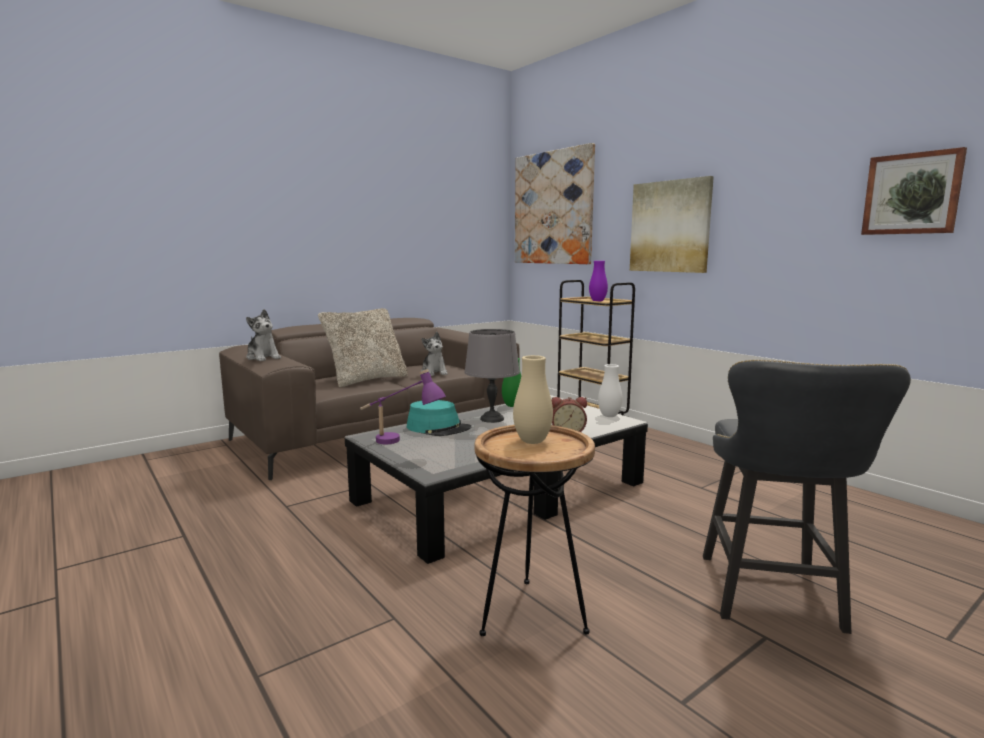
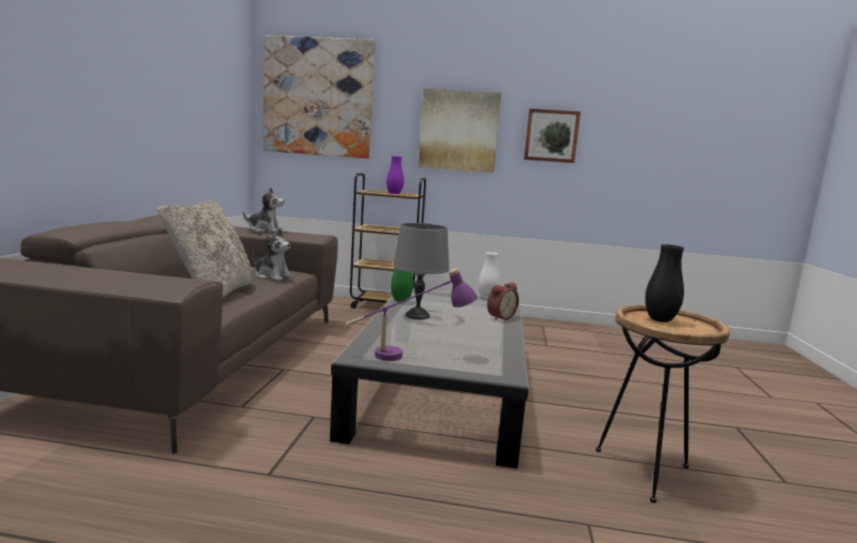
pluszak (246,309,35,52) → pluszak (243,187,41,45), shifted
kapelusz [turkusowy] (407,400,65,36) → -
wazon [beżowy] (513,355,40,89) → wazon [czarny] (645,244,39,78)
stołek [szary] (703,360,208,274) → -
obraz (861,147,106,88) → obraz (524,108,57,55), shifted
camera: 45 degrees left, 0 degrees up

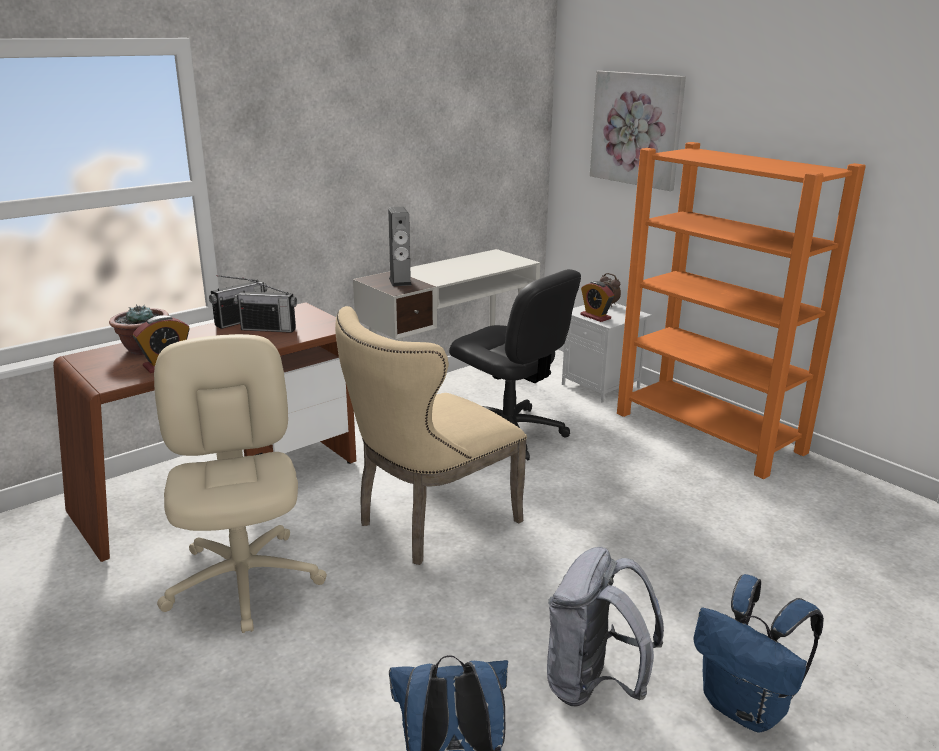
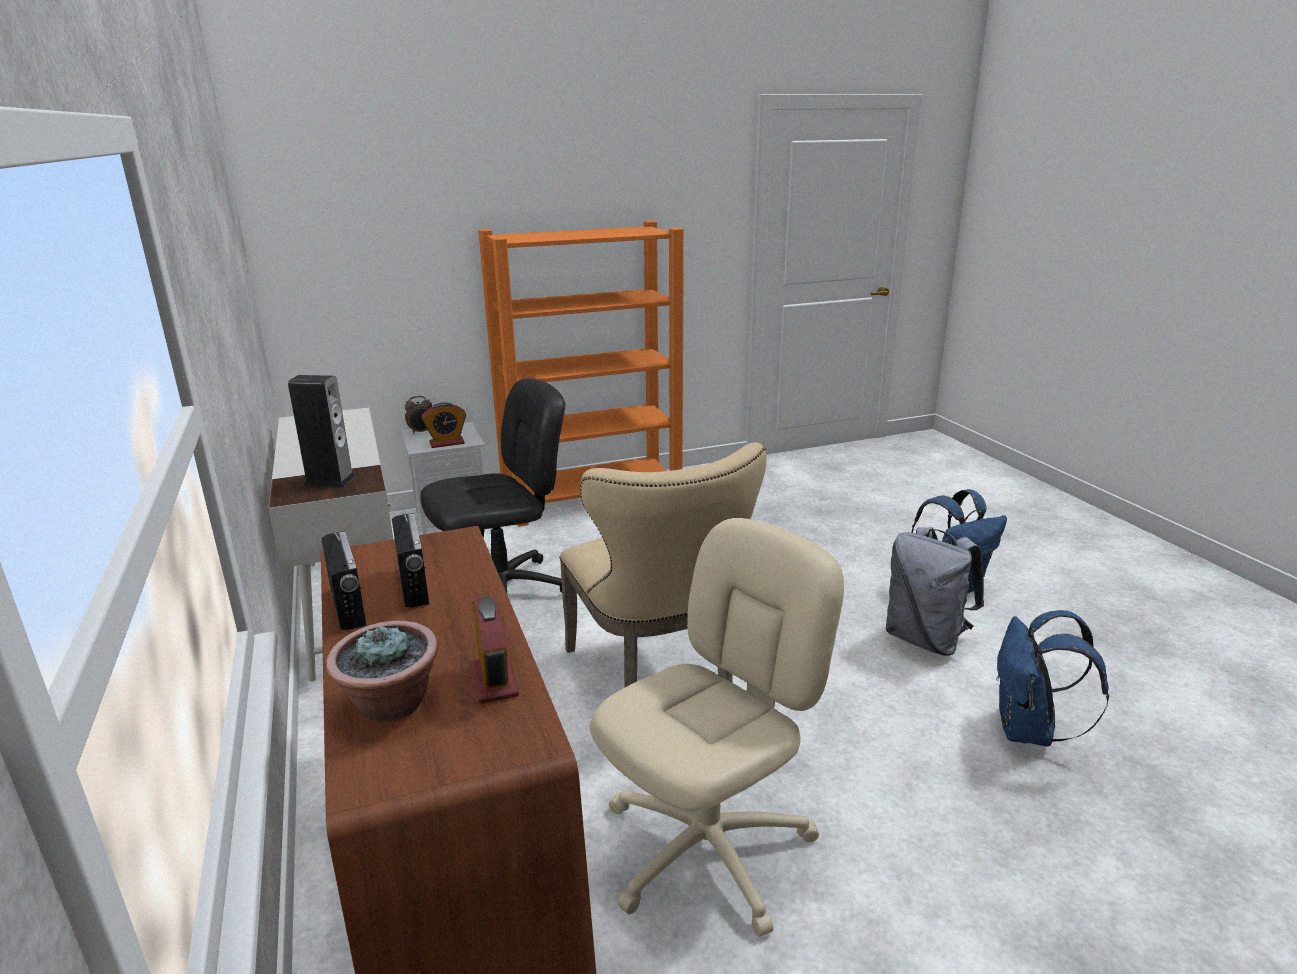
krzesło biurowe [beżowy] (154,334,173,299) → krzesło biurowe [beżowy] (590,518,254,419), 135 degrees clockwise
radio (234,277,63,56) → radio (392,513,37,94), 45 degrees counterclockwise
obraz (590,71,96,120) → -
camera: 70 degrees left, 0 degrees up

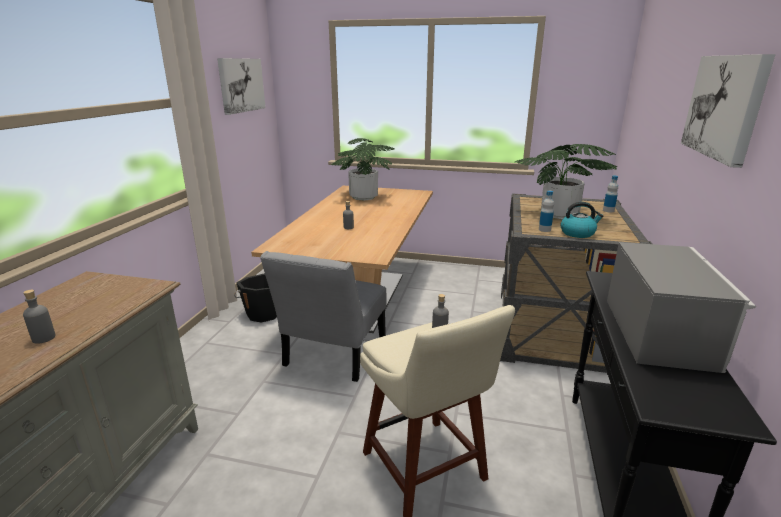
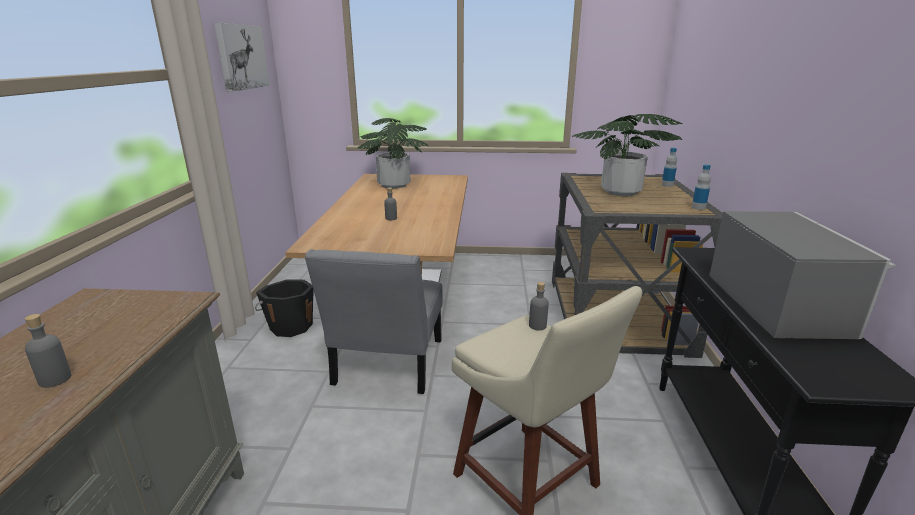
butelka (539,191,15,41) → butelka (692,164,19,46), shifted
czajnik (560,202,44,36) → -
obraz (681,54,95,114) → -
camera: 10 degrees left, 0 degrees up

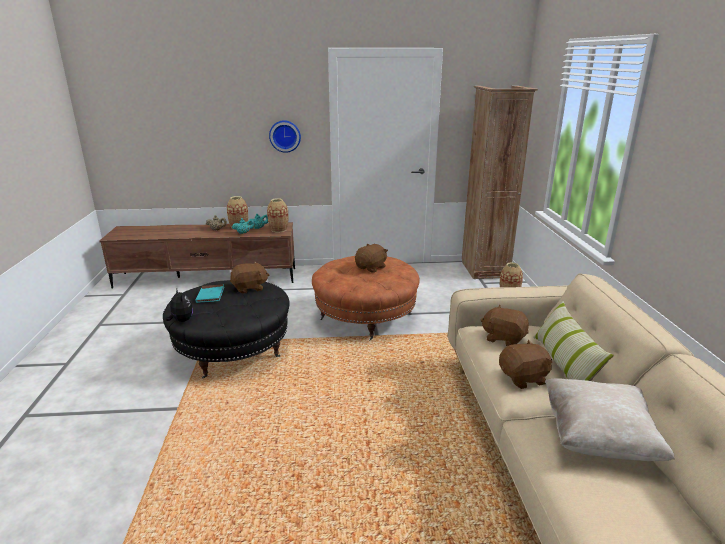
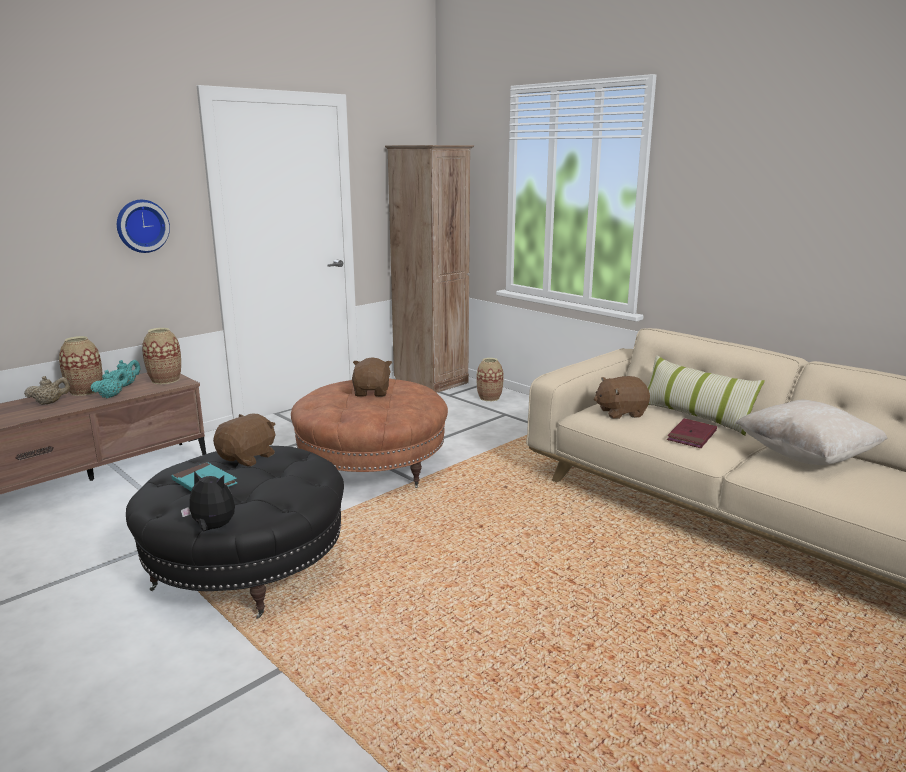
pluszak [brązowy] (499,340,54,49) → książka [czerwony] (667,418,50,30)
camera: 40 degrees left, 5 degrees down

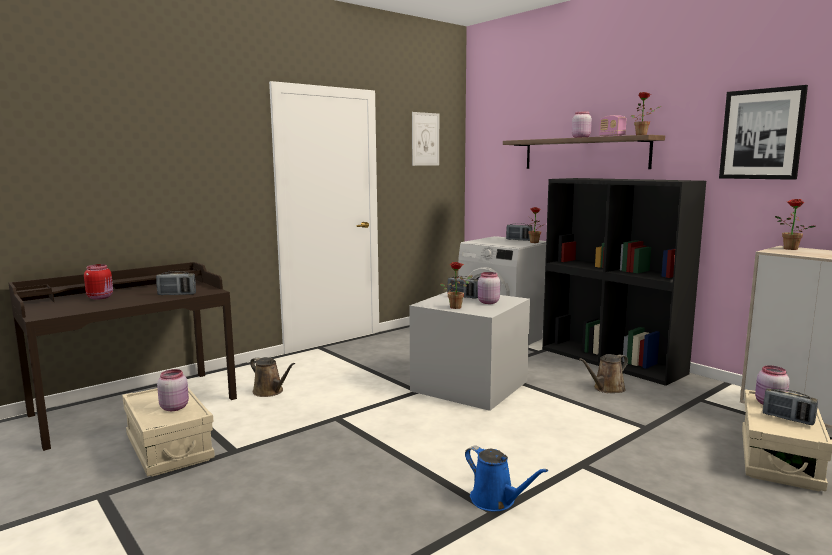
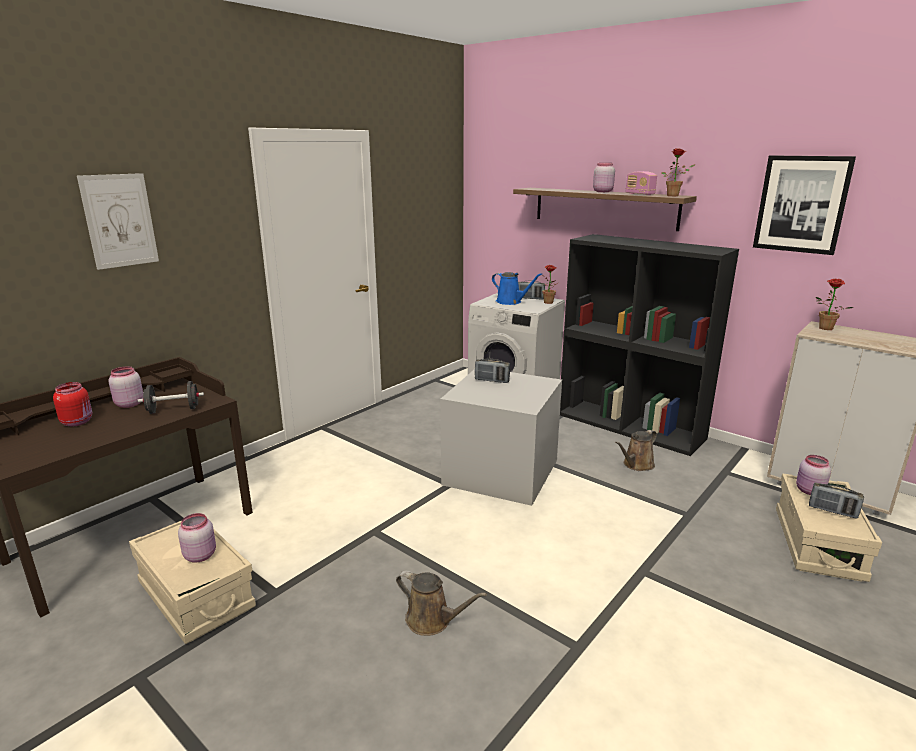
radio (156,271,40,24) → hantel [czarny] (138,381,66,33)
konewka [brązowy] (250,357,45,40) → konewka [brązowy] (396,570,91,66), shifted
obraz (412,112,27,54) → obraz (77,173,82,97), shifted
roślina doniczkowa (440,262,33,47) → -
konewka [niebieski] (465,445,83,66) → konewka [niebieski] (492,272,50,33), shifted
słoik [różowy] (478,272,22,32) → słoik [różowy] (109,366,34,42), shifted
camera: 10 degrees left, 10 degrees up

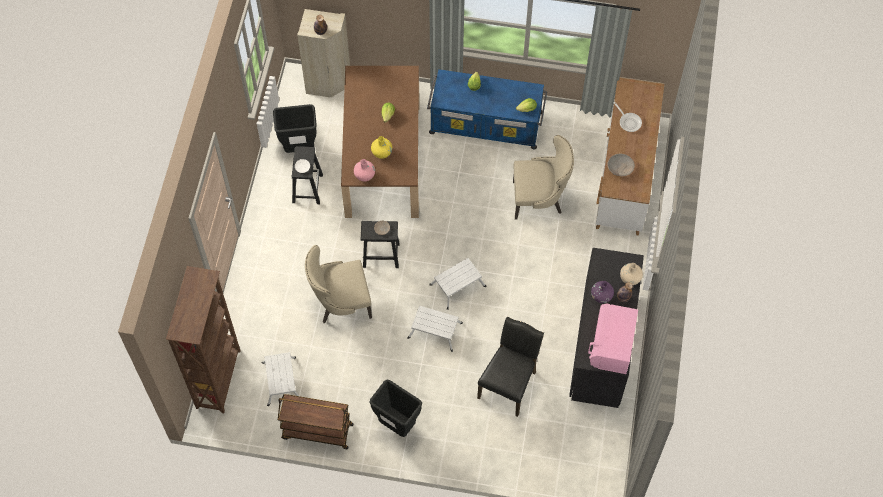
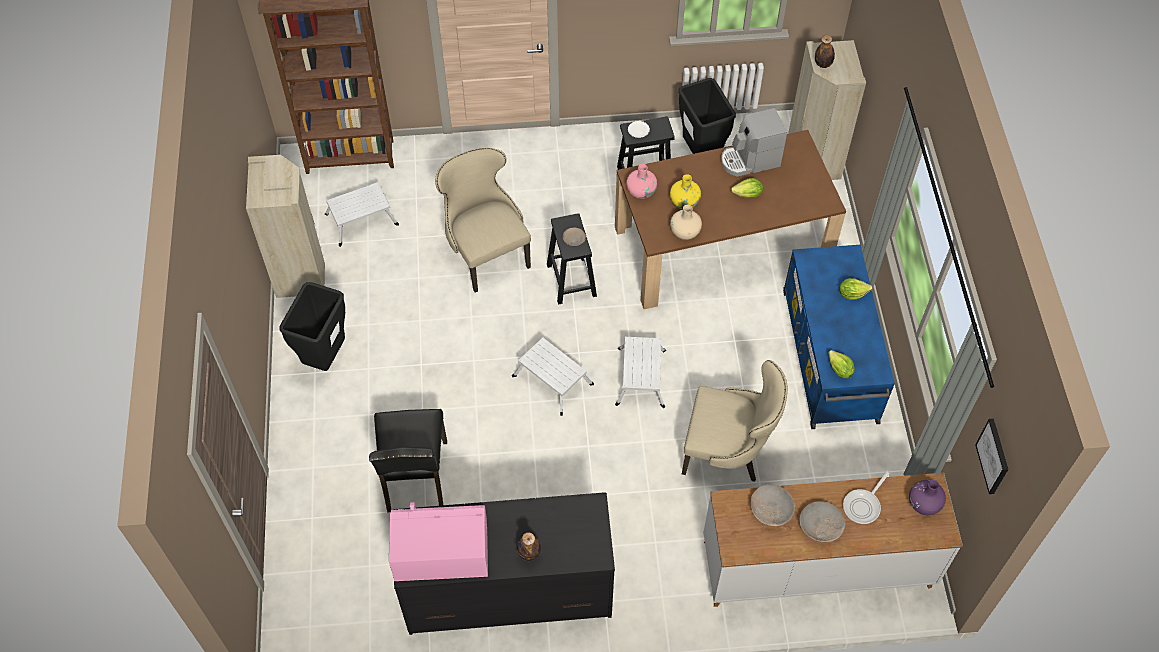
wózek [brązowy] (278,394,75,55) → szafka [beżowy] (246,155,79,143)
drabinka [biały] (407,305,56,47) → drabinka [biały] (615,337,51,71), shifted
krzesło [czarny] (477,316,67,101) → krzesło [czarny] (369,409,78,103), 75 degrees clockwise
krzesło [beżowy] (513,135,61,85) → krzesło [beżowy] (682,360,106,122), 60 degrees counterclockwise
wazon [fioletowy] (591,281,23,22) → wazon [fioletowy] (909,480,37,35), shifted
wazon [beżowy] (620,263,23,22) → wazon [beżowy] (670,205,32,35), shifted
- → ekspres do kawy (721,108,66,69)
- → miska [beżowy] (799,501,46,41)
- → obraz (975,419,34,75)
camera: 75 degrees right, 5 degrees down

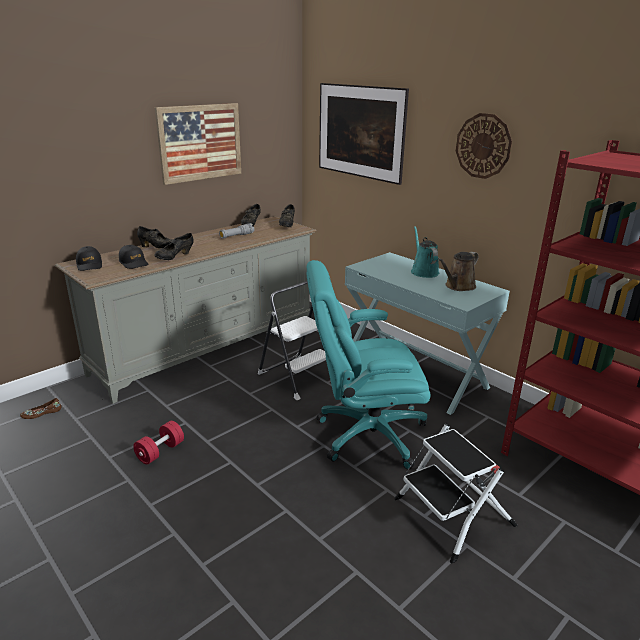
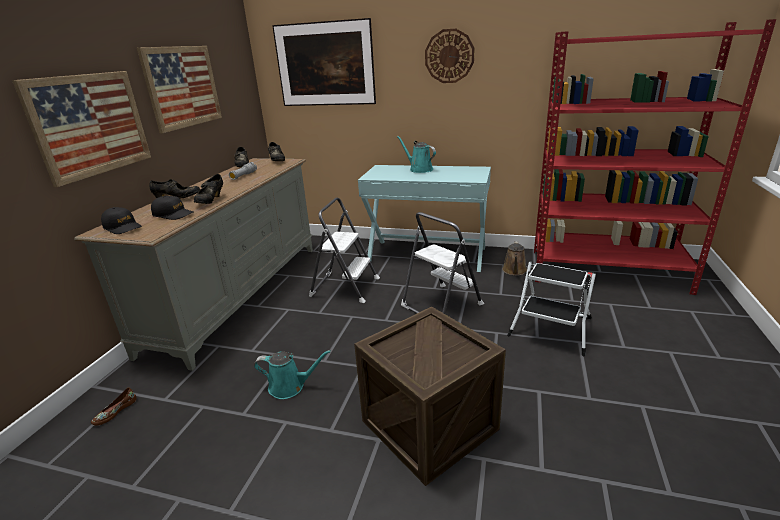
hantel [czerwony] (133,421,51,43) → konewka [turkusowy] (254,350,77,49)
krzesło biurowe [turkusowy] (306,260,124,210) → drabinka [biały] (401,212,83,102)
konewka [brązowy] (438,252,40,39) → konewka [brązowy] (502,241,25,35), shifted
- → obraz (12,71,139,116)
- → skrzynka (354,307,152,179)
camera: 30 degrees left, 0 degrees up

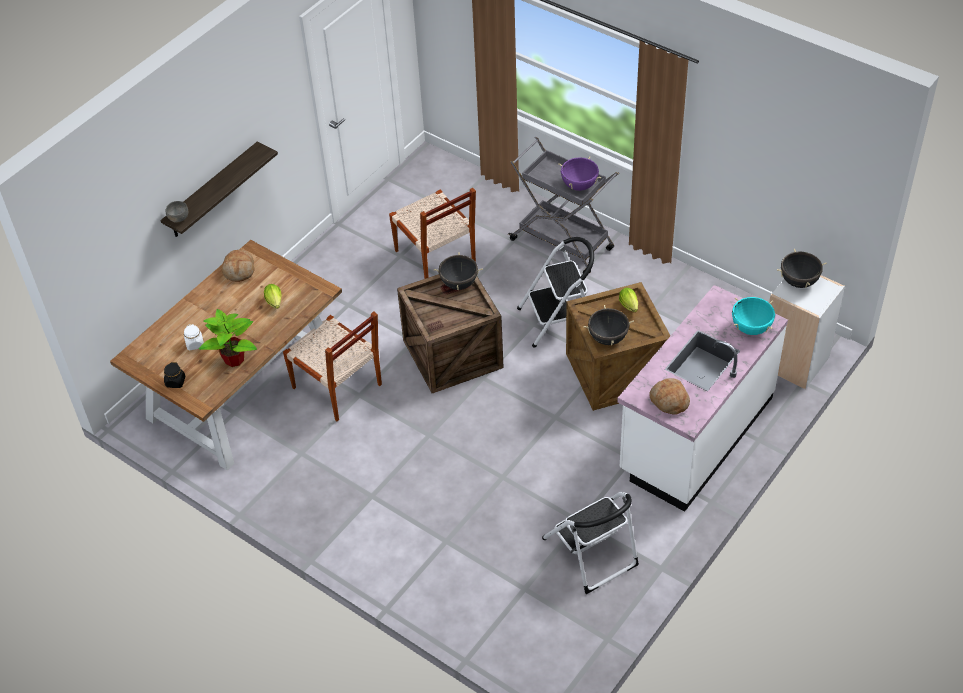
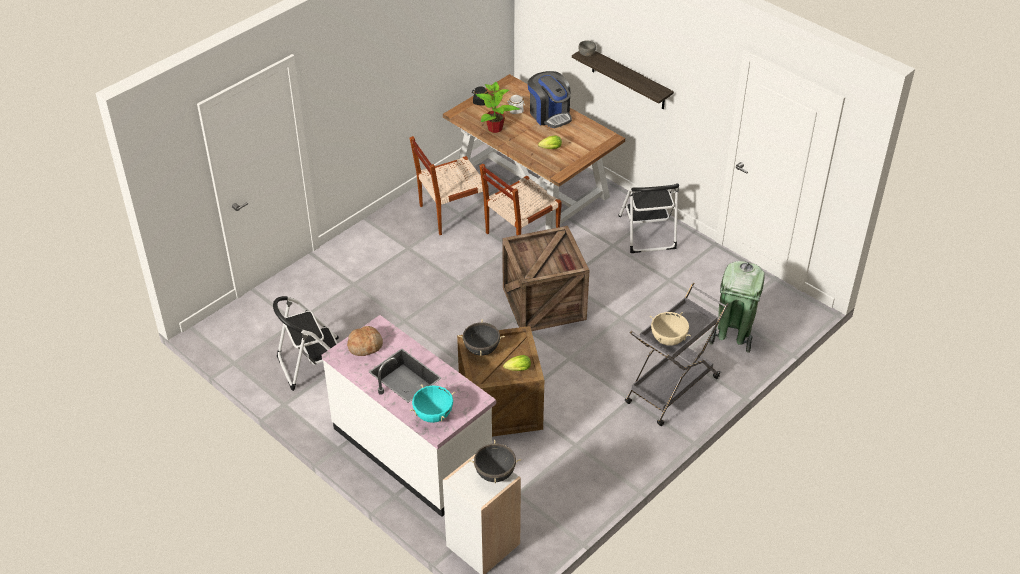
chleb (222,249,32,33) → -
krzesło (389,188,87,91) → krzesło (410,136,75,99), shifted
garnek [czarny] (434,252,49,38) → -
drabinka (517,237,77,111) → drabinka (618,183,61,70), shifted
garnek [fioletowy] (558,156,43,35) → garnek [beżowy] (650,312,41,34)
- → ekspres do kawy (528,71,44,57)
- → kosz na śmieci [zielony] (709,261,56,92)
camera: 95 degrees right, 5 degrees down

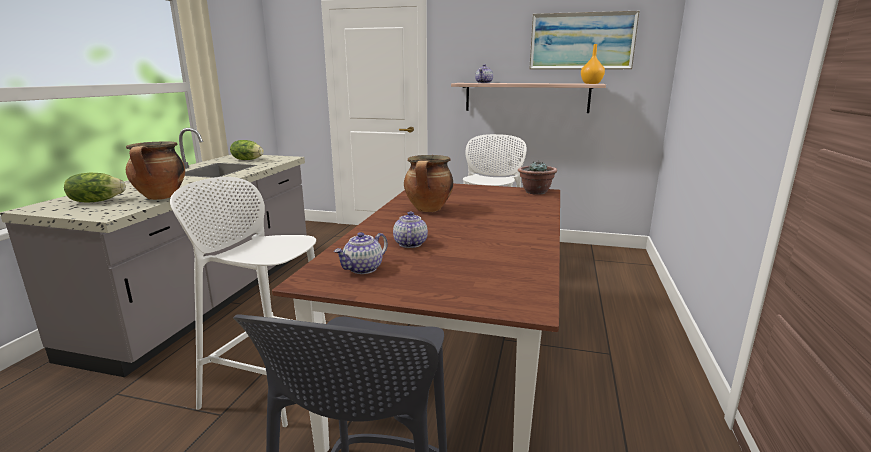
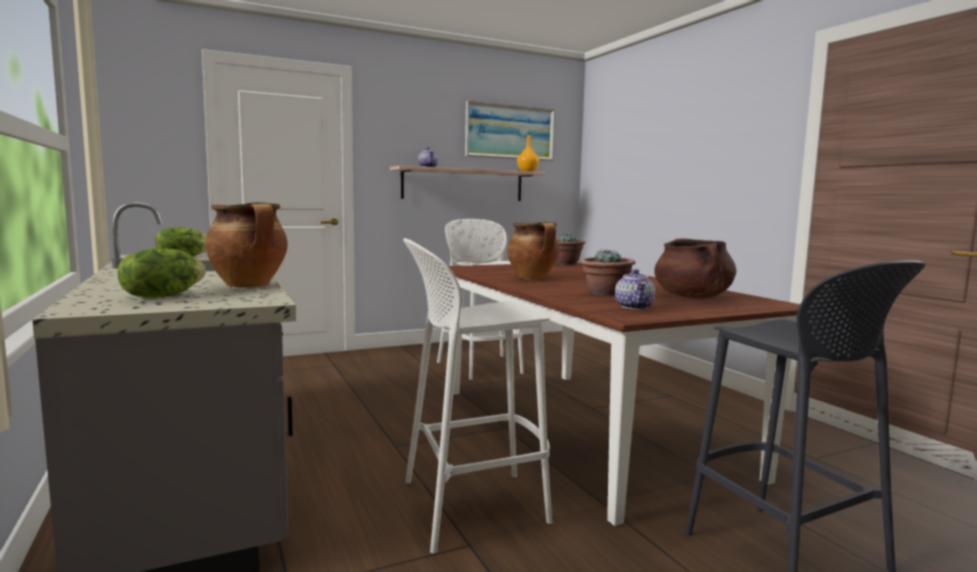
imbryk (393,212,35,36) → roślina doniczkowa (580,249,56,47)
- → garnek [brązowy] (654,238,82,61)
camera: 40 degrees left, 10 degrees down

